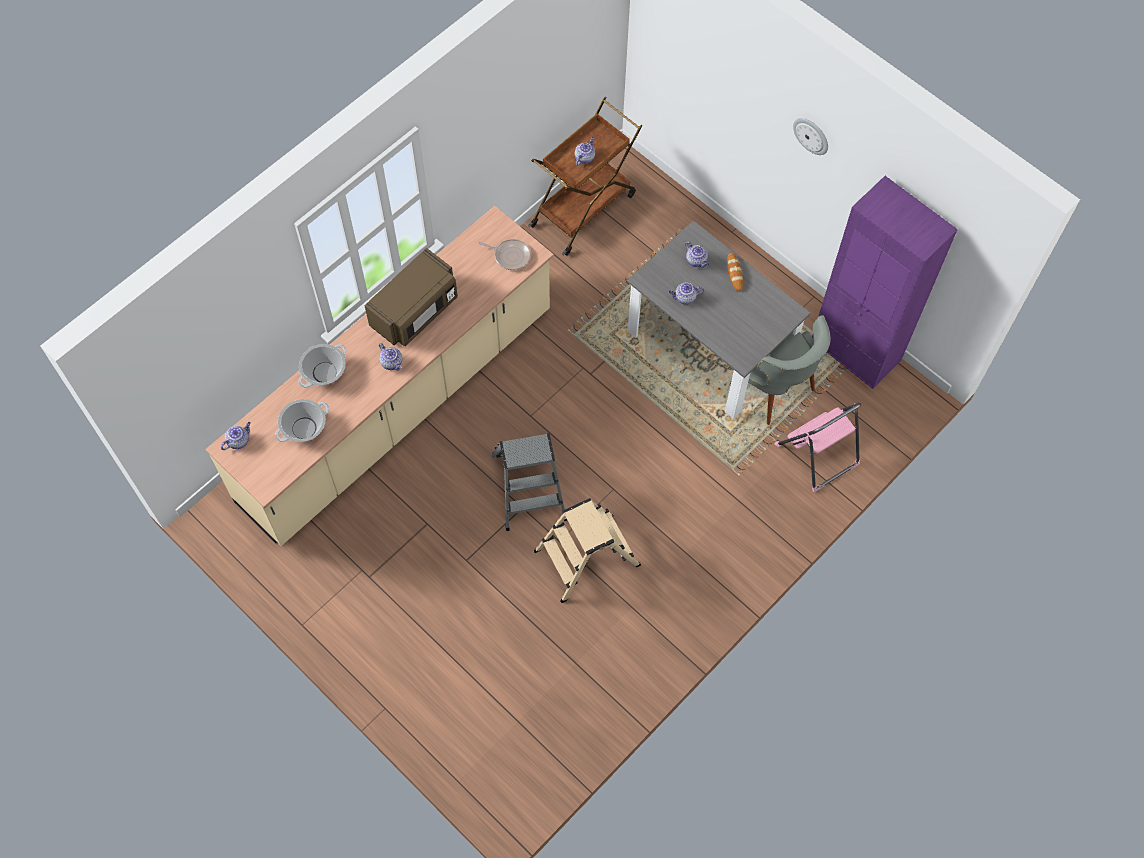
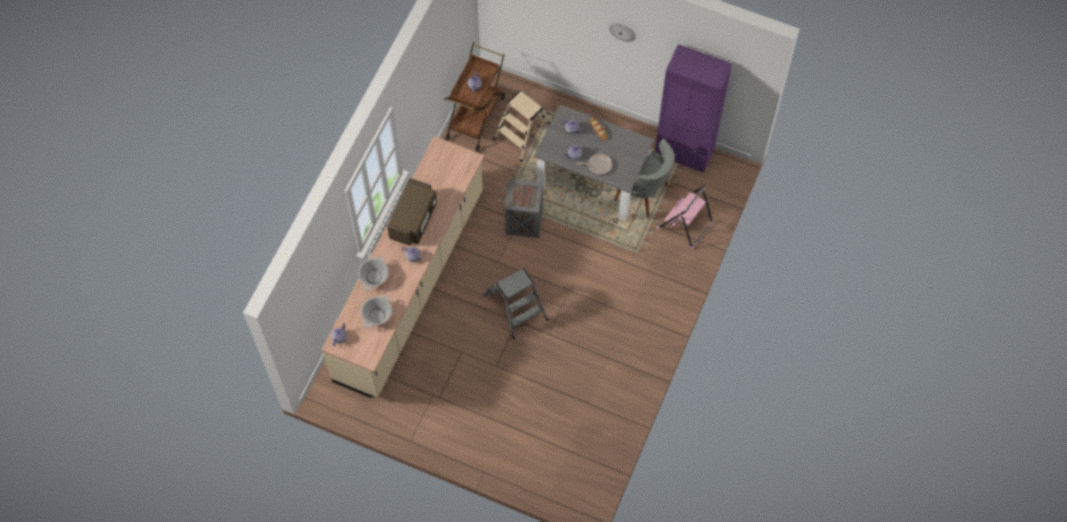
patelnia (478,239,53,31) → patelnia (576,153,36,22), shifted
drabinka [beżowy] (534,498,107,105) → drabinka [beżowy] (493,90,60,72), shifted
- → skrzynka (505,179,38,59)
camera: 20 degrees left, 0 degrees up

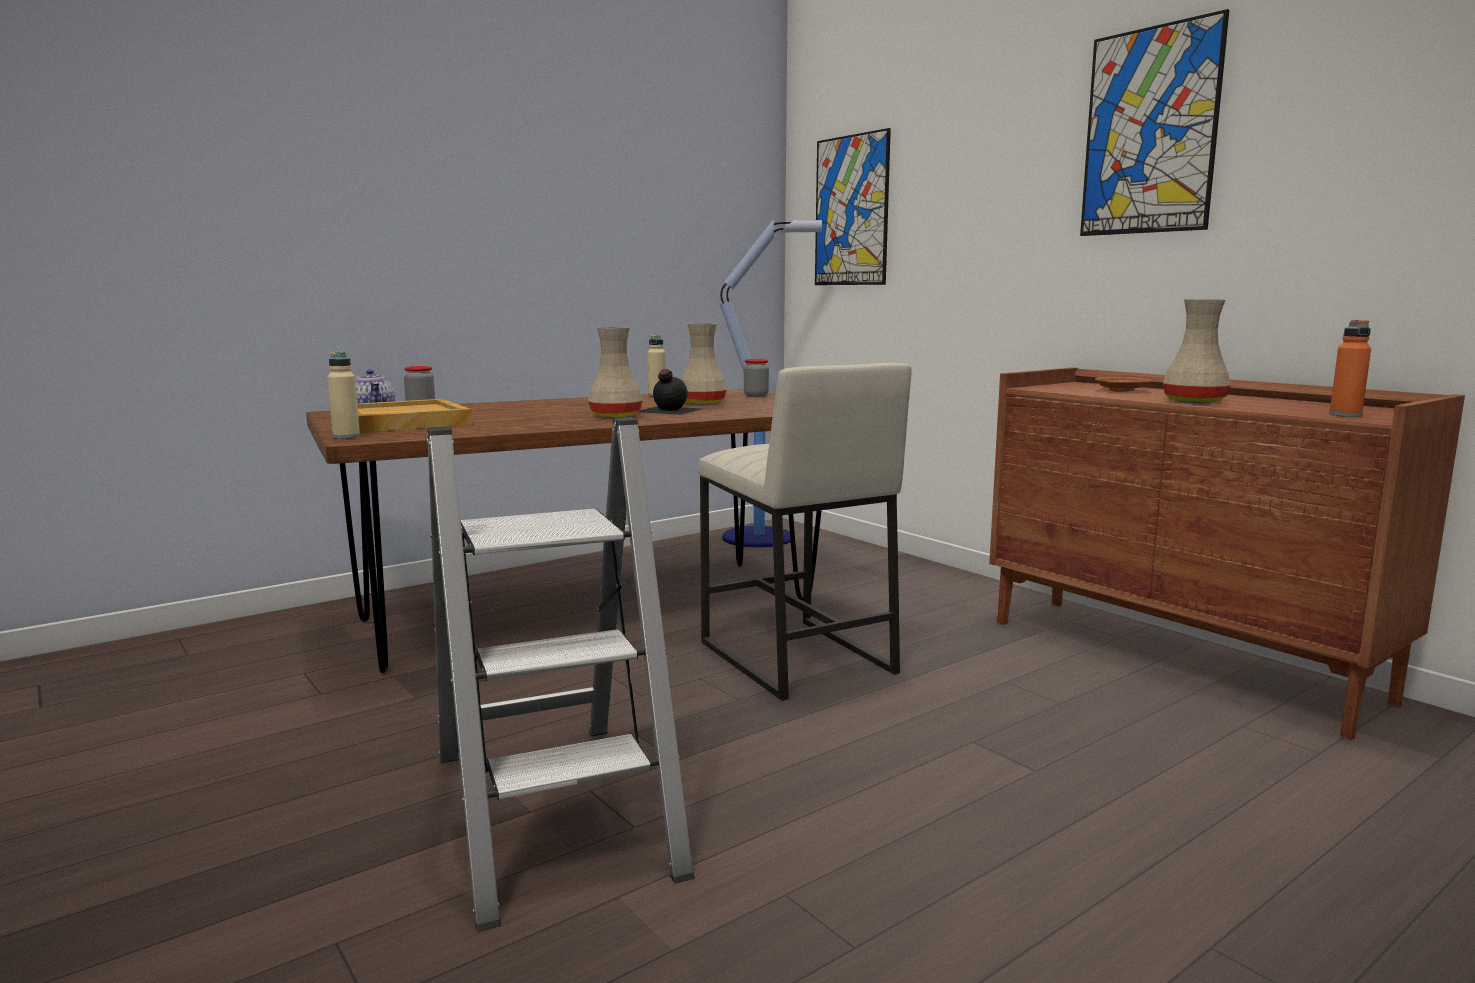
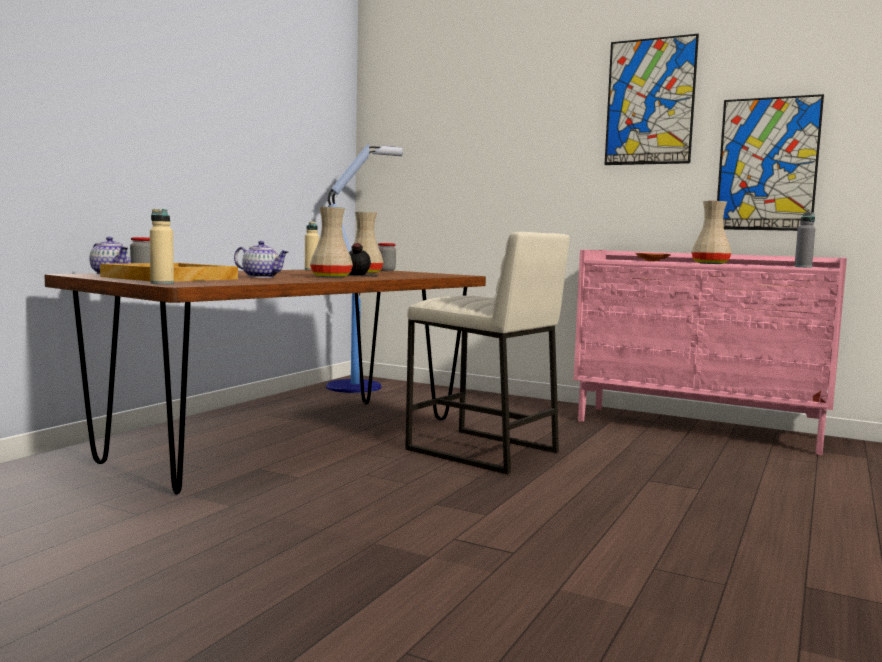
drabinka [szary] (427,417,268,515) → -
obraz (815,128,76,157) → obraz (717,94,107,137), shifted
szafka [brązowy] (989,367,476,373) → szafka [różowy] (574,250,273,205)
butelka [pomarańczowy] (1329,320,42,97) → butelka [szary] (794,212,21,56)
- → imbryk (234,241,55,37)
camera: 25 degrees left, 5 degrees down

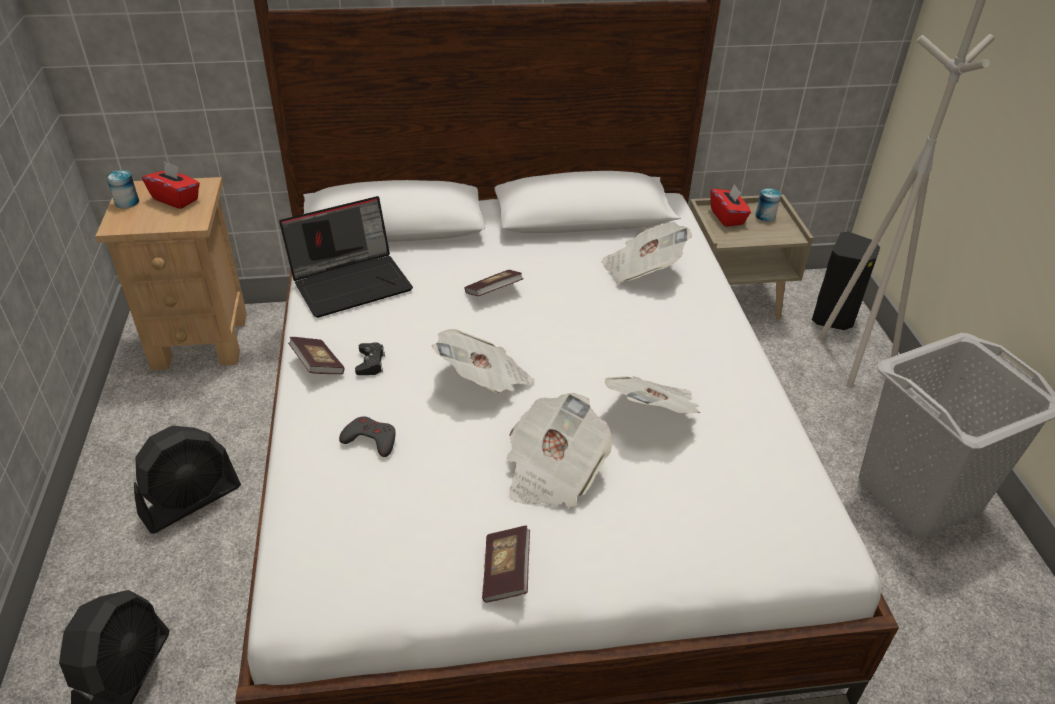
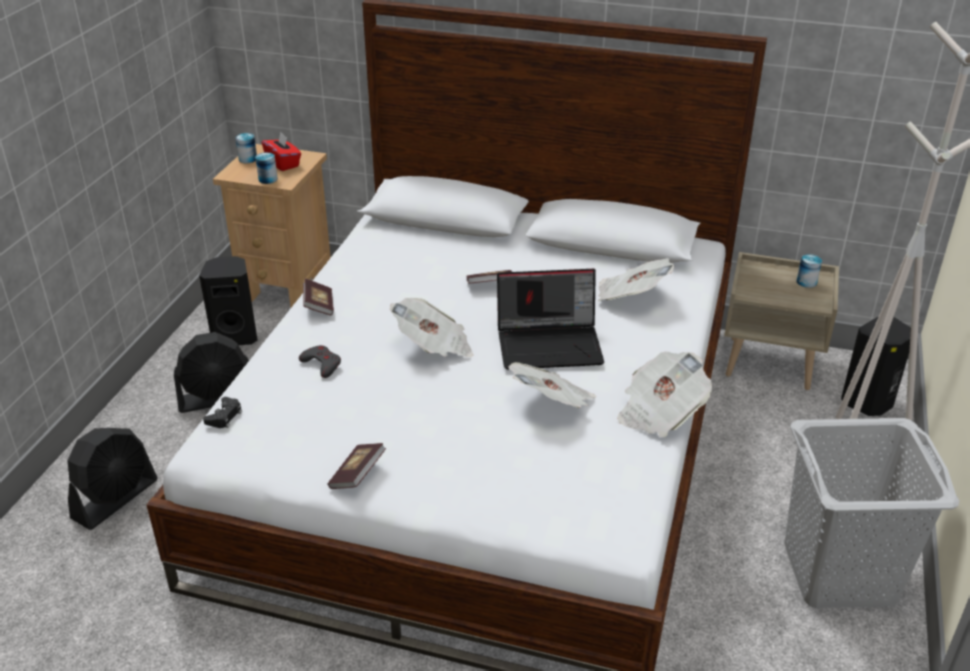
laptop (279,196,134,122) → laptop (497,269,107,101), shifted
pad do gier [czarny] (355,342,30,33) → pad do gier [czarny] (203,397,39,31), shifted
gazeta (507,393,105,114) → gazeta (617,351,95,86), shifted
pudełko chusteczek [czerwony] (710,184,41,43) → -
- → głośnik [czarny] (199,256,59,89)
- → puszka (255,152,23,32)
camera: 25 degrees right, 5 degrees down

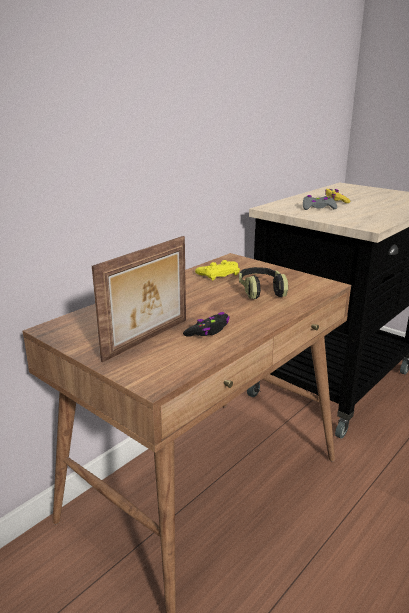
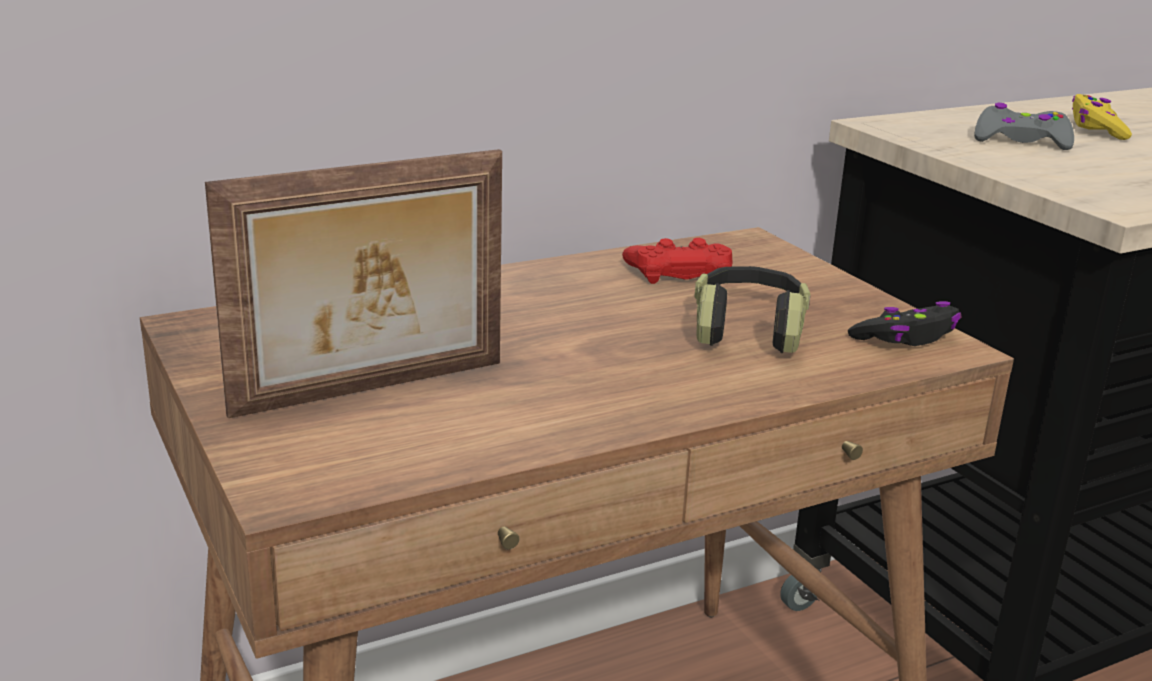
pad do gier [czarny] (183,312,47,25) → pad do gier [czarny] (848,301,113,45), shifted
pad do gier [żółty] (195,260,45,21) → pad do gier [czerwony] (622,238,110,46)
camera: 20 degrees right, 0 degrees up

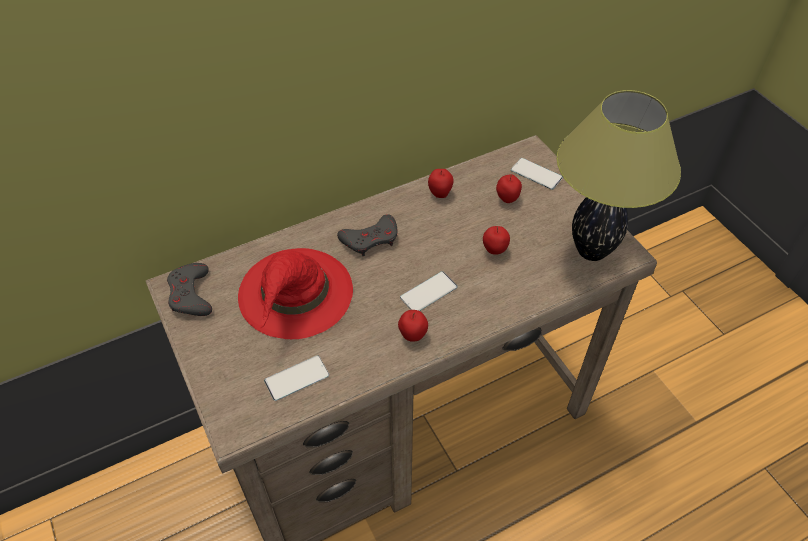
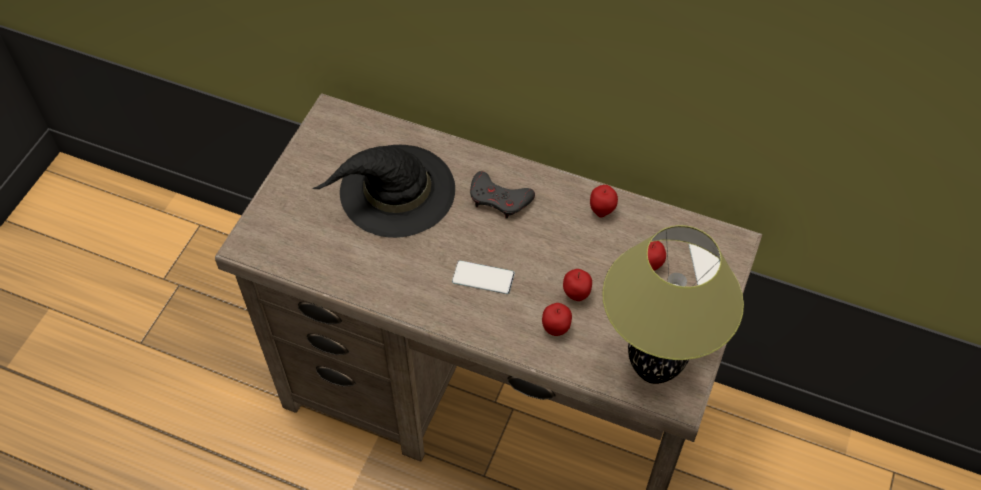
pad do gier [szary] (167,263,45,53) → -
kapelusz [czerwony] (238,248,115,91) → kapelusz [czarny] (312,145,143,93)
telefon (264,355,65,46) → -
jabłko (398,310,30,32) → jabłko (542,303,30,33), shifted
camera: 50 degrees right, 5 degrees up

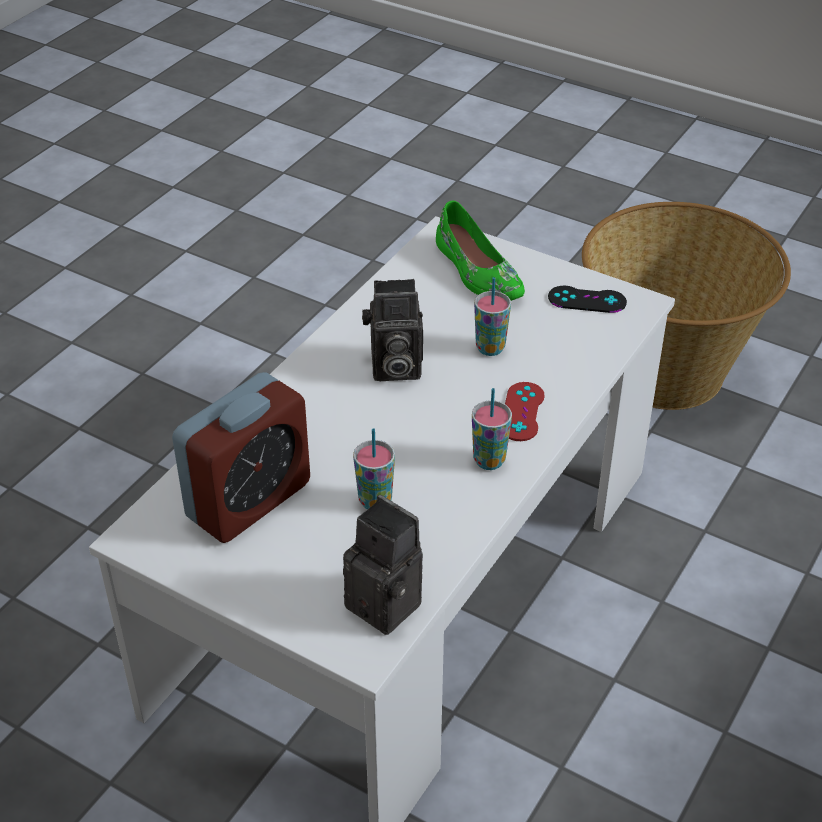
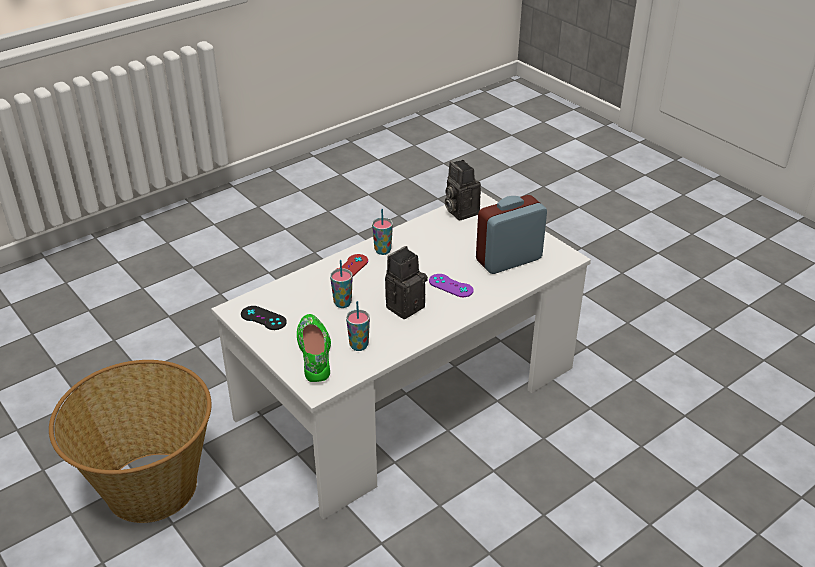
filiżanka (353,428,42,81) → filiżanka (346,301,24,50), shifted
aparat fotograficzny (362,279,61,102) → aparat fotograficzny (385,246,43,73), 60 degrees counterclockwise
- → pad do gier [fioletowy] (429,274,45,23)
camera: 160 degrees left, 5 degrees down

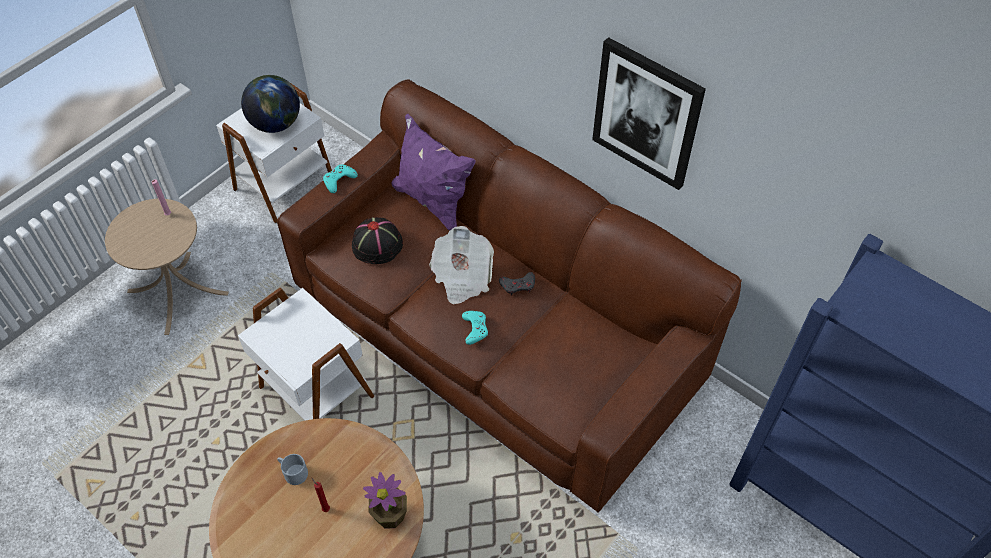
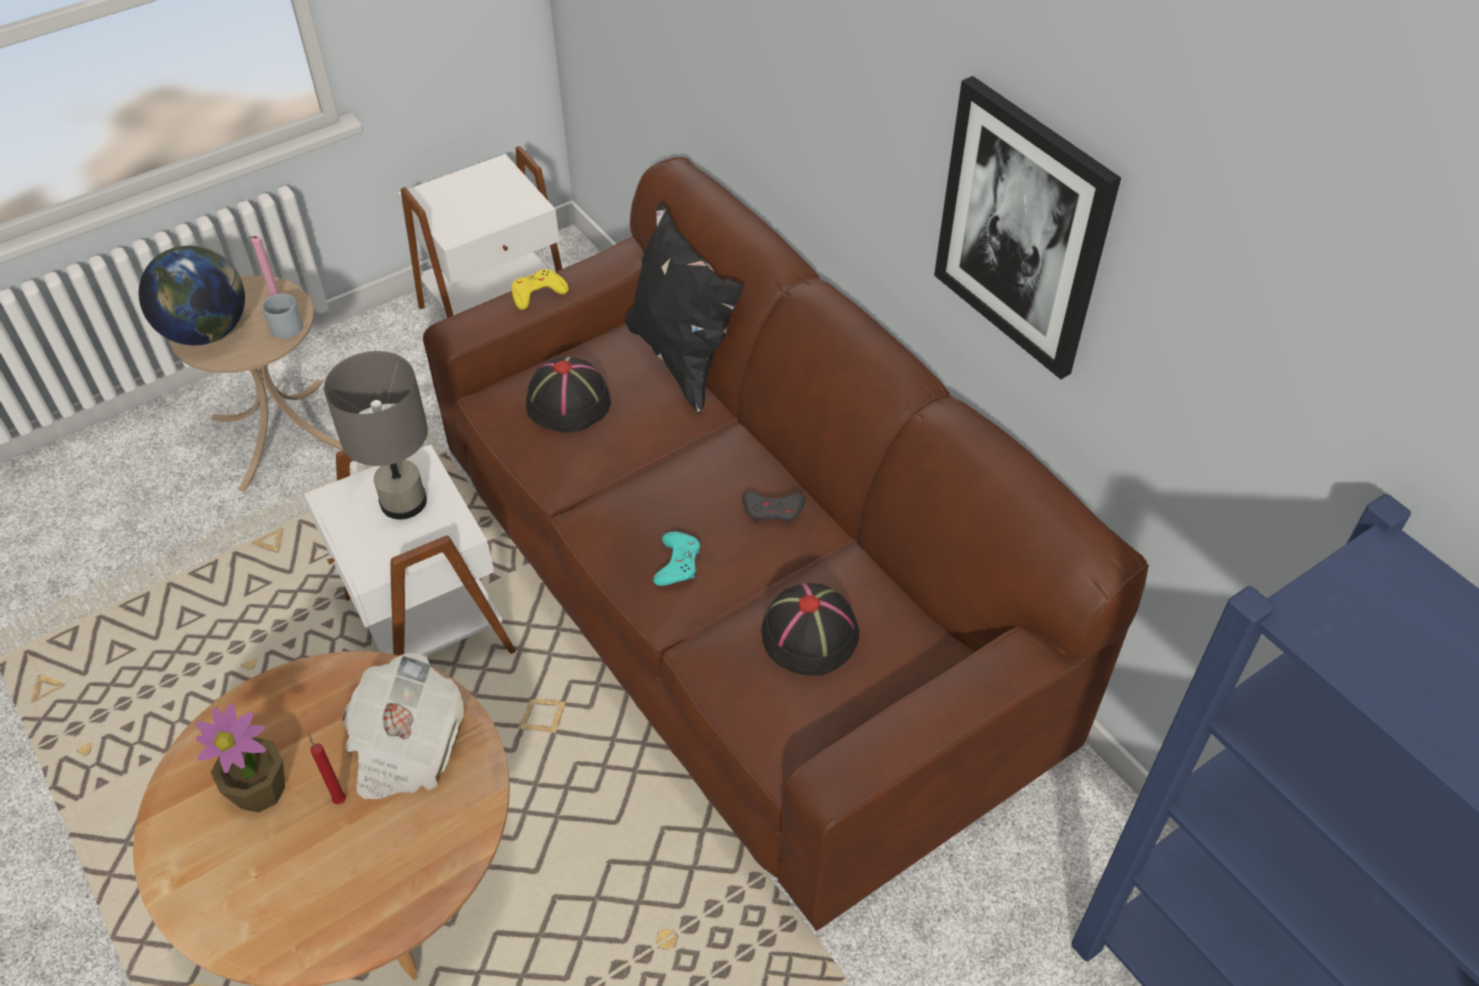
globus (241,75,59,58) → globus (139,246,106,99), shifted
kubek [szary] (277,454,31,31) → kubek [szary] (262,294,41,45), shifted
pad do gier [turkusowy] (323,164,35,29) → pad do gier [żółty] (511,269,58,41)
roślina doniczkowa (363,472,44,57) → roślina doniczkowa (195,704,90,109), shifted
poduszka [fioletowy] (392,113,84,118) → poduszka [czarny] (625,201,119,213)
gazeta (429,226,65,78) → gazeta (343,653,121,146), shifted
- → lampa stołowa [szary] (324,351,104,169)
- → kapelusz [czarny] (761,583,98,93)
camera: 15 degrees right, 5 degrees down

